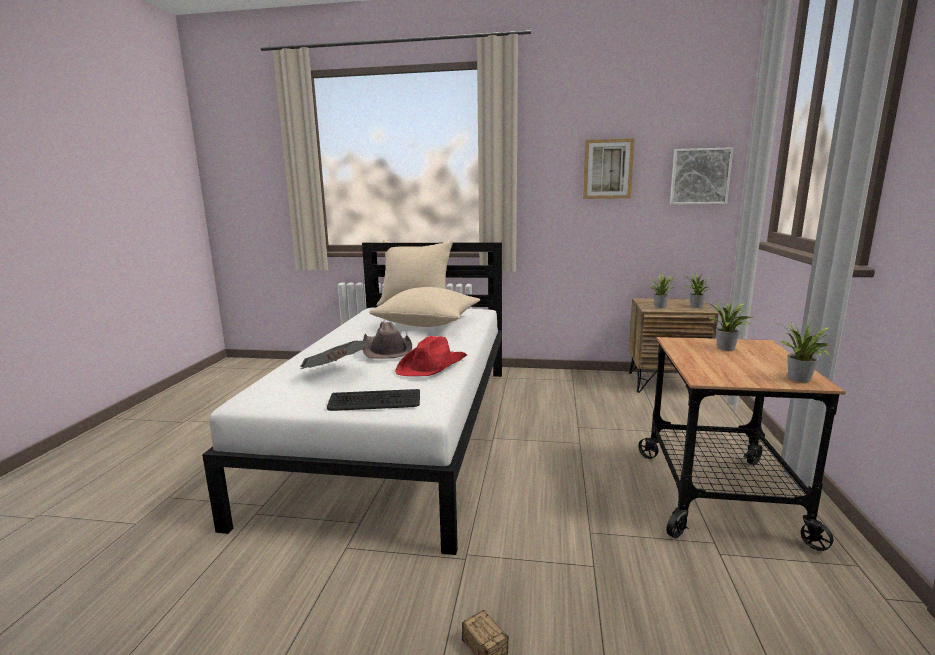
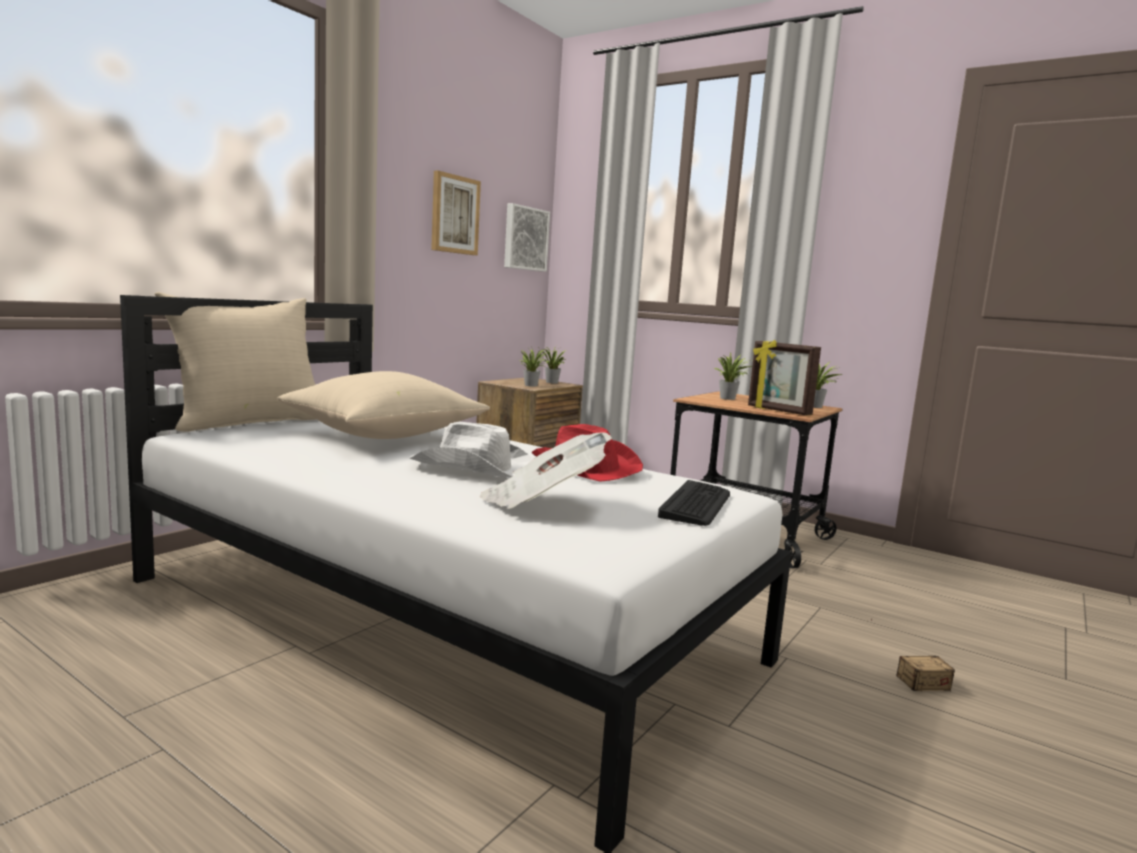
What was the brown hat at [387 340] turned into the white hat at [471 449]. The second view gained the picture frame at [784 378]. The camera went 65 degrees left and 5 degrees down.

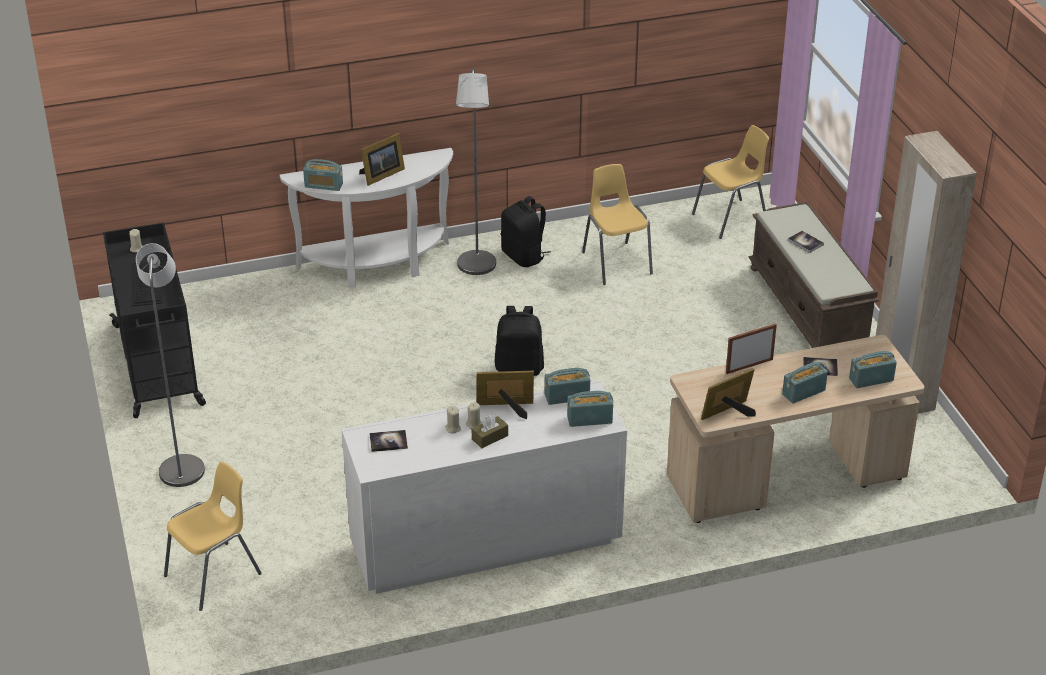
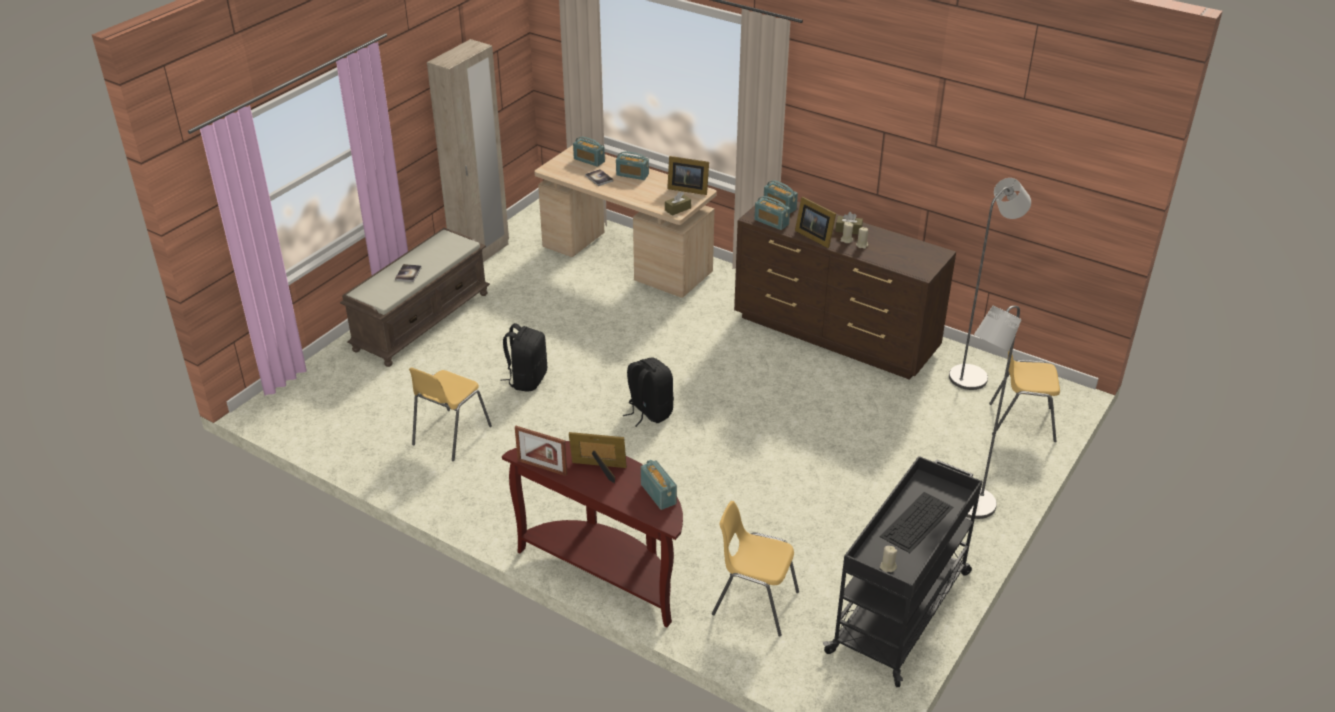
The black backpack ended up elsewhere, having gone from [526 231] to [523 357]. What was the white console table at [366 218] turned into the brown console table at [592 534]. The picture frame ended up elsewhere, having gone from [751 349] to [541 451]. The second view gained the brown tissue box at [678 204]. The yellow chair ended up elsewhere, having gone from [730 182] to [755 569]. What was the white dresser at [484 487] turned into the brown dresser at [845 291]. The grey floor lamp ended up elsewhere, having gone from [476 171] to [990 284]. The second view lost the book at [389 441]. The camera went 130 degrees left and 0 degrees up.

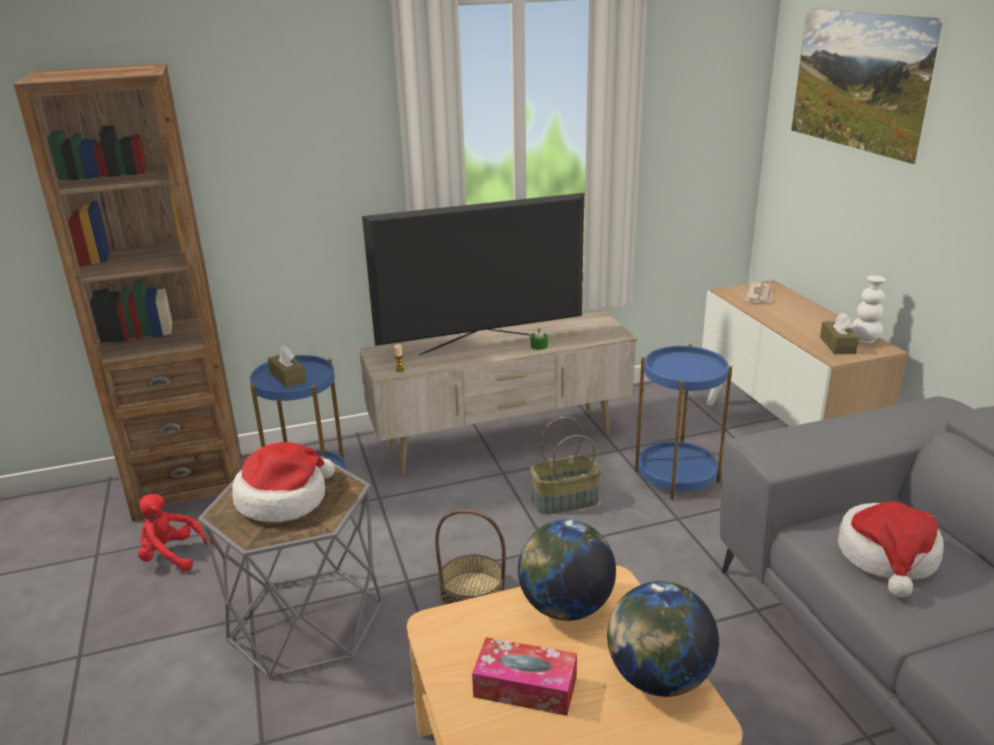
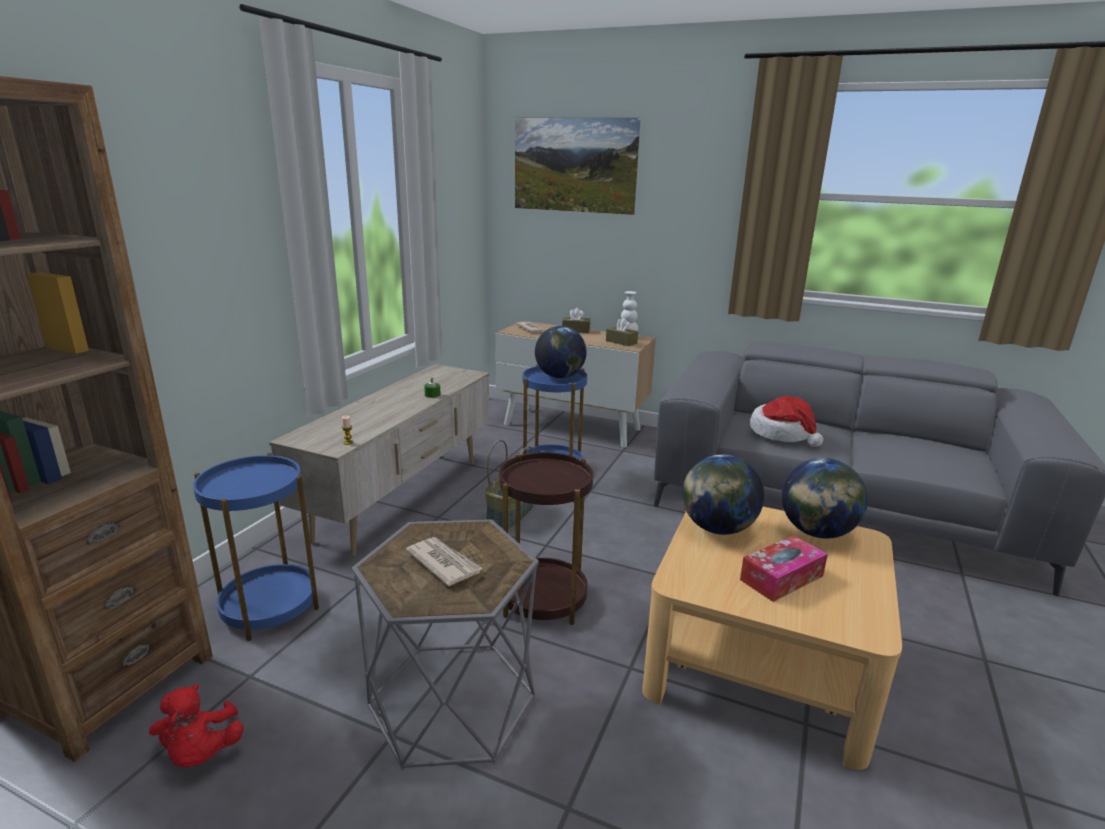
The red plush toy at [175 533] ended up facing another way, 75 degrees counterclockwise from before. Where the hat stood at [283 482], the newspaper came to stand at [444 561]. Where the basket stood at [470 557], the brown side table came to stand at [546 538]. The second view gained the globe at [561 352]. The brown tissue box ended up elsewhere, having gone from [287 366] to [576 320]. The second view lost the television at [473 274]. The camera went 50 degrees left and 5 degrees down.

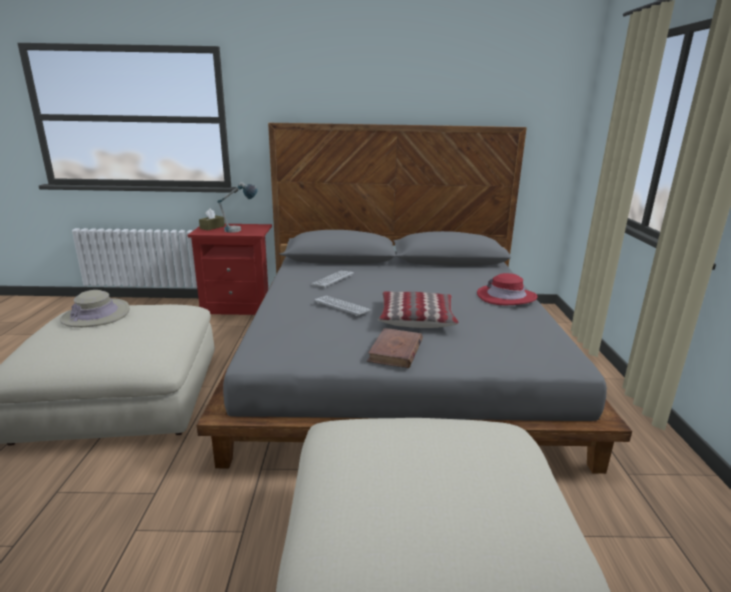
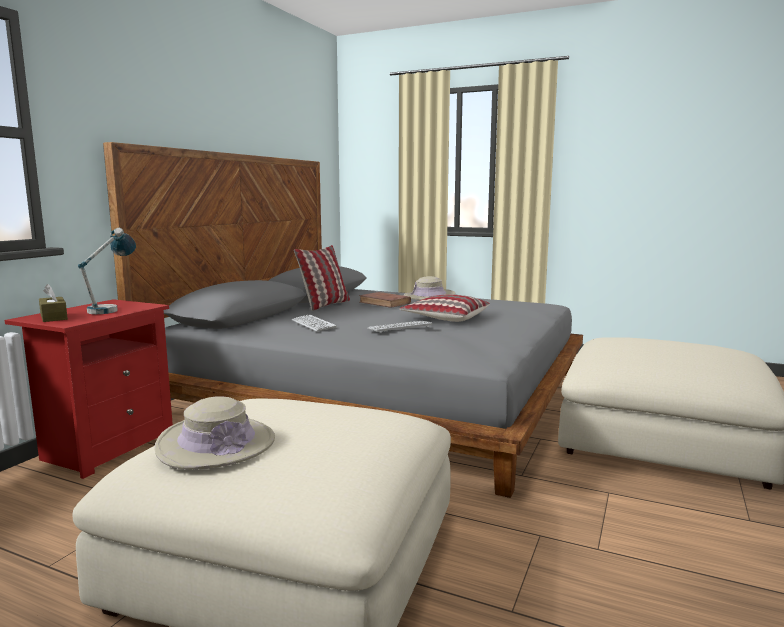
The second view gained the pillow at [322 278]. The brown book ended up elsewhere, having gone from [395 348] to [385 300]. What was the red hat at [507 289] turned into the beige hat at [429 288]. The camera went 65 degrees left and 10 degrees down.

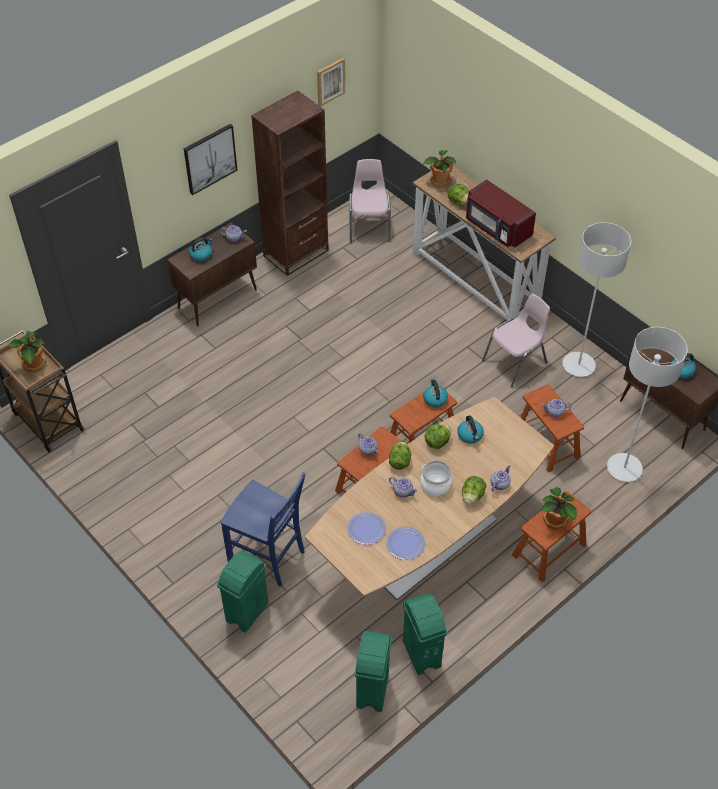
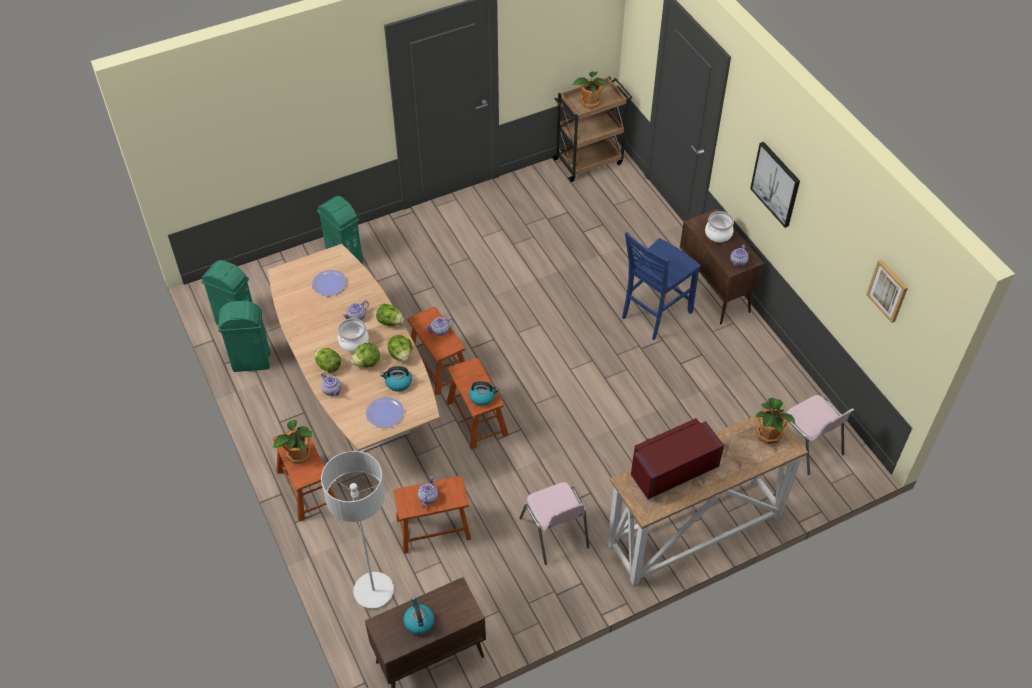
The lettuce ended up elsewhere, having gone from [458 194] to [365 355]. The plate ended up elsewhere, having gone from [405 543] to [385 412]. The blue chair ended up elsewhere, having gone from [263 529] to [661 286]. Where the kettle stood at [200 249], the cooking pot came to stand at [719 226]. The pink chair at [370 201] ended up facing another way, 45 degrees clockwise from before. The second view lost the brown bookcase at [290 183]. The second view lost the grey floor lamp at [597 299]. The camera went 105 degrees right and 0 degrees up.

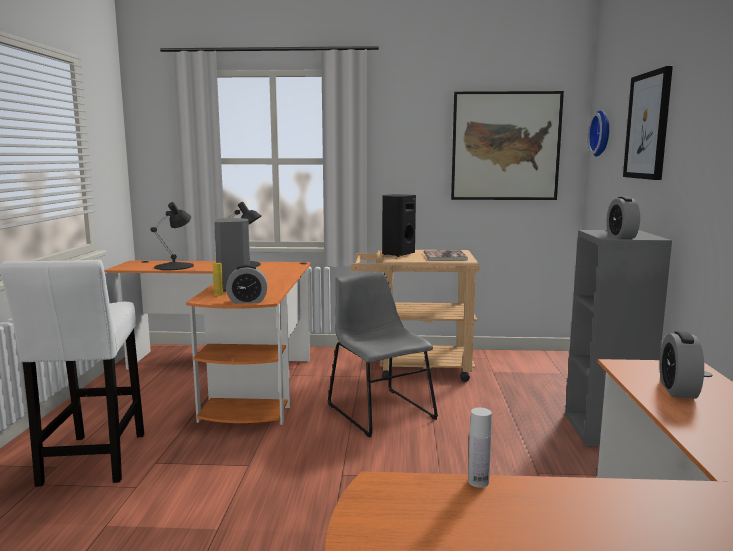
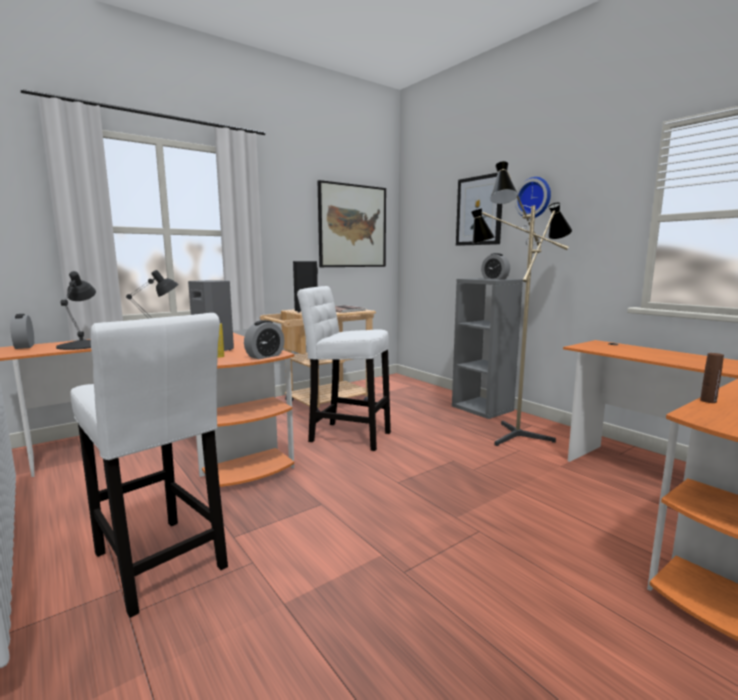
The alarm clock ended up elsewhere, having gone from [682 365] to [22 331]. Where the grey chair stood at [383 355], the white stool came to stand at [344 368]. The second view gained the floor lamp at [521 303]. The wall clock ended up elsewhere, having gone from [598 133] to [533 198]. What was the white bottle at [480 447] turned into the brown bottle at [712 378]. The camera went 40 degrees left and 0 degrees up.

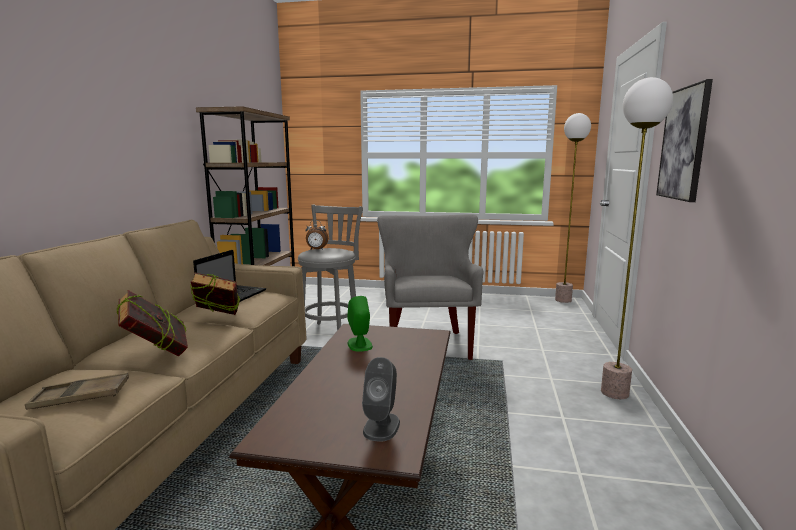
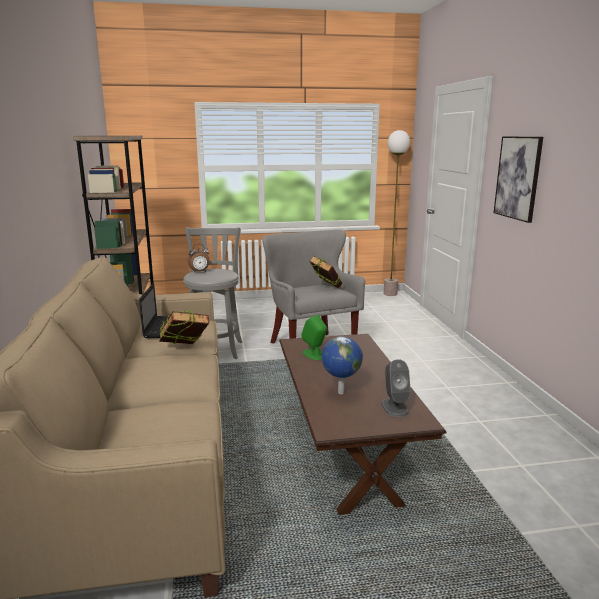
The book ended up elsewhere, having gone from [152 323] to [325 272]. The second view gained the globe at [342 365]. The second view lost the brown tray at [77 391]. The second view lost the floor lamp at [637 238]. The camera went 20 degrees left and 5 degrees up.

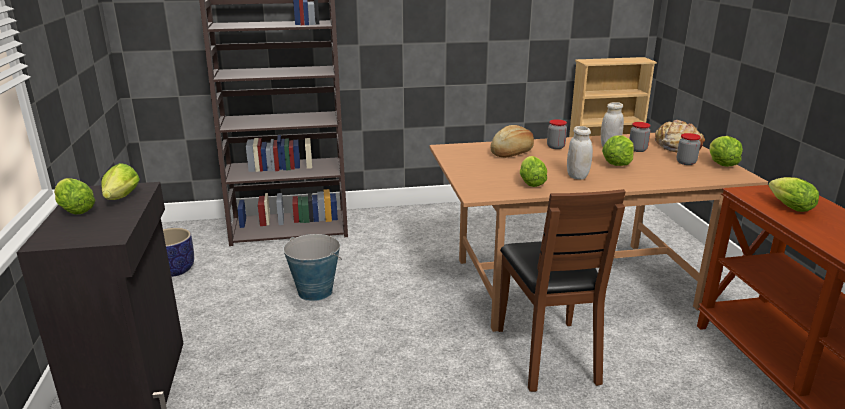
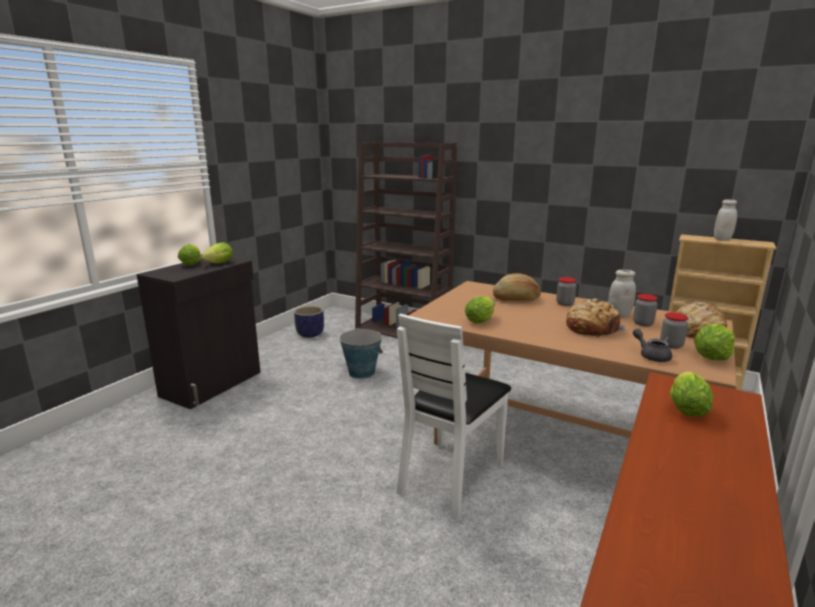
What was the brown chair at [562 290] turned into the white chair at [453 416]. Where the lettuce stood at [618 150], the bread came to stand at [597 317]. The second view gained the grey teapot at [652 345]. The white jar ended up elsewhere, having gone from [580 152] to [725 220]. The camera went 40 degrees right and 5 degrees down.

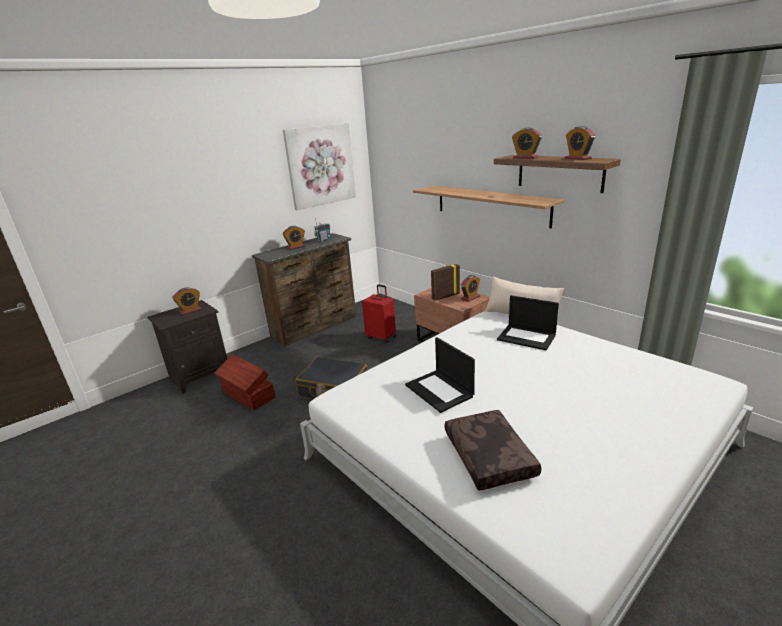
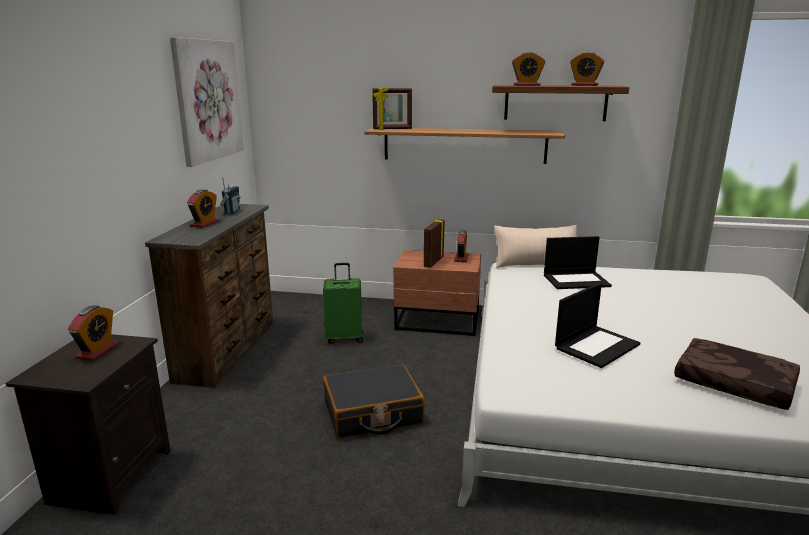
What was the red suitcase at [379 313] turned into the green suitcase at [343 303]. The second view gained the picture frame at [392 108]. The laptop at [440 375] ended up facing another way, 60 degrees counterclockwise from before. The second view lost the brown storage box at [245 382]. The camera went 40 degrees left and 5 degrees down.

